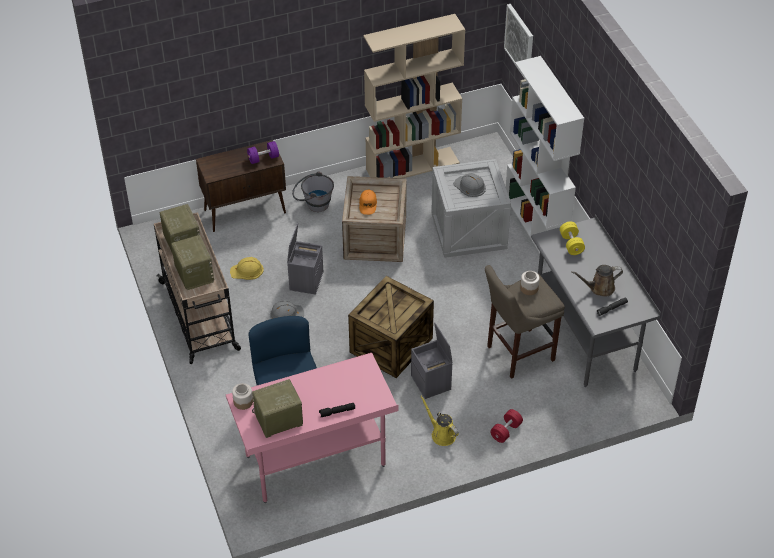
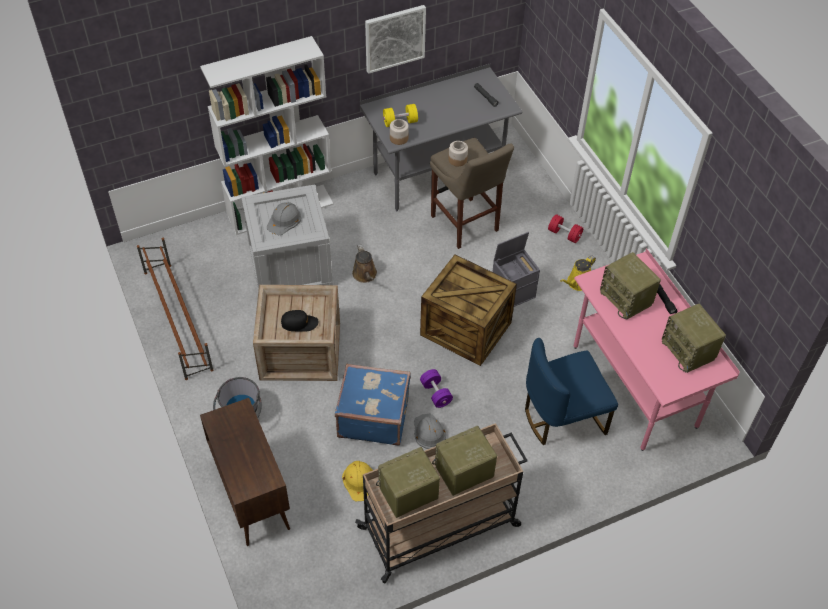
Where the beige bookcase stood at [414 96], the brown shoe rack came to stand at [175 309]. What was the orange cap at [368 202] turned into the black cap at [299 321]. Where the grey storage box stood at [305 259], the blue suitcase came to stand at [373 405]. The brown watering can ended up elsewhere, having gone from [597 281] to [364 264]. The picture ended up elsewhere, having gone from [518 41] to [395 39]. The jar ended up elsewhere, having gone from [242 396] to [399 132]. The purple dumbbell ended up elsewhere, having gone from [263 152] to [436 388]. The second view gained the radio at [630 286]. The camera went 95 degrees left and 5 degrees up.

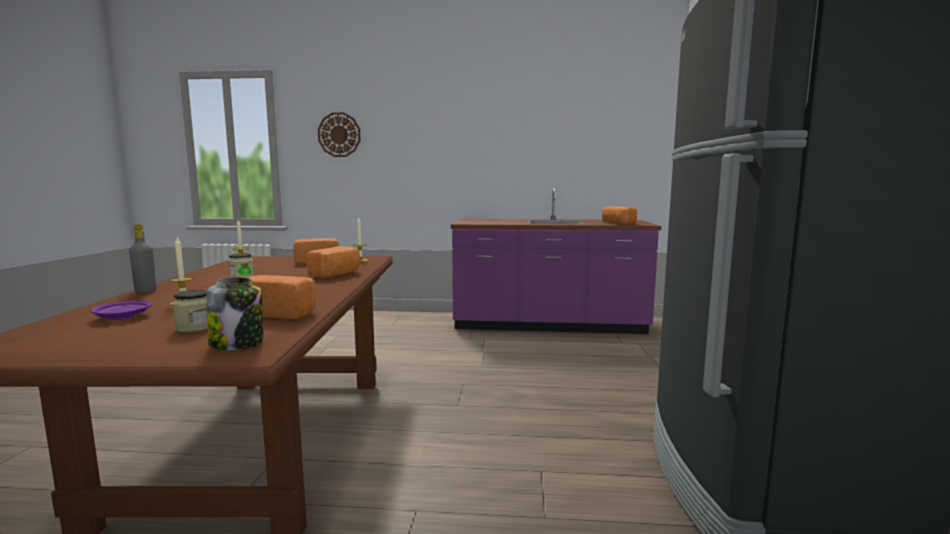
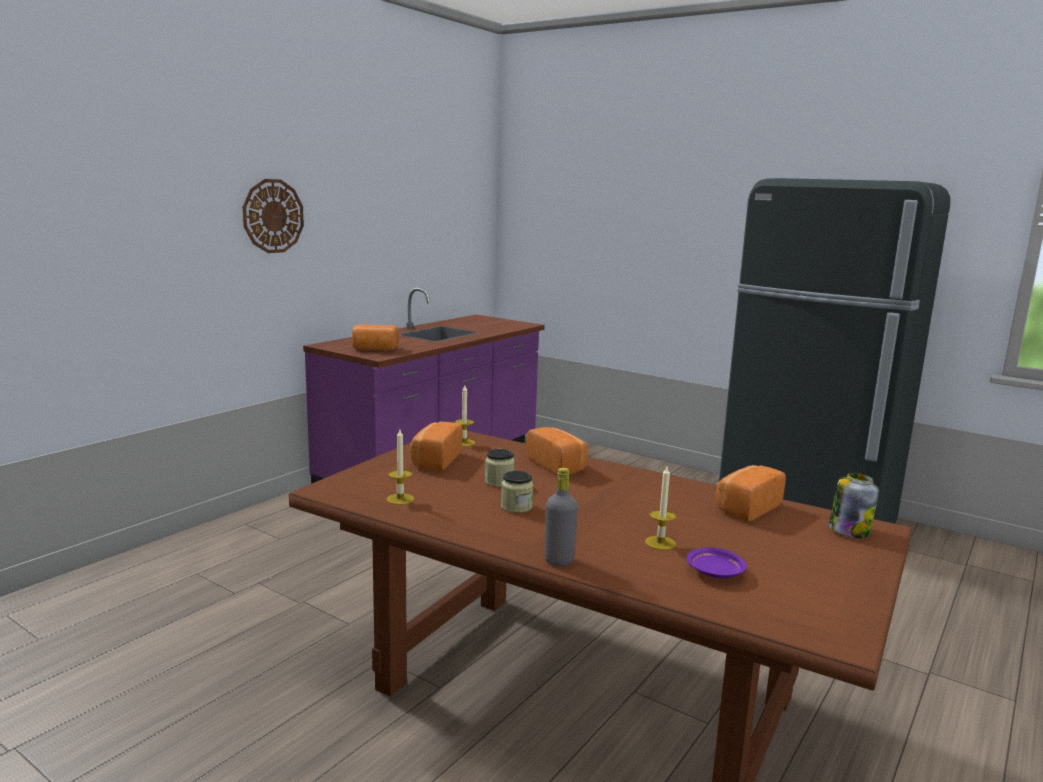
The wall clock ended up elsewhere, having gone from [339 134] to [273 216]. The bread ended up elsewhere, having gone from [619 215] to [375 337]. The jar ended up elsewhere, having gone from [190 311] to [500 468]. The camera went 60 degrees left and 5 degrees up.

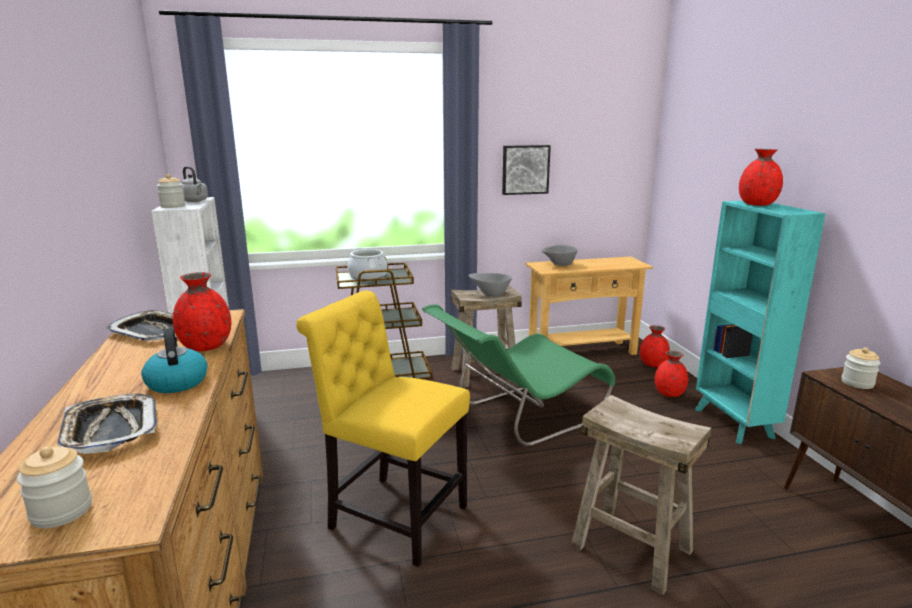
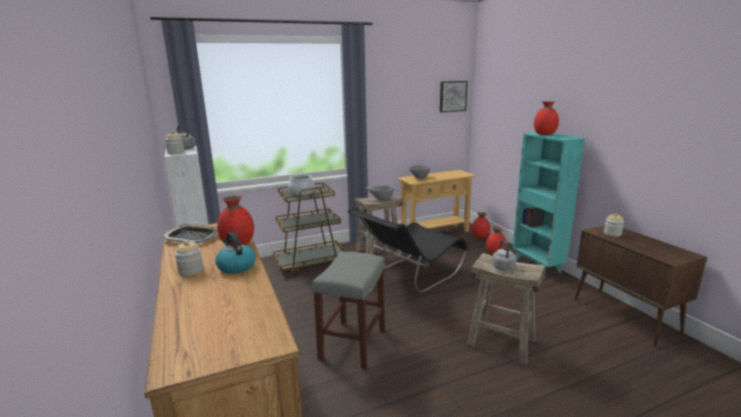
The jar ended up elsewhere, having gone from [54 487] to [189 258]. Where the yellow chair stood at [383 429], the grey stool came to stand at [348 310]. What was the green chair at [518 375] turned into the black chair at [407 250]. The picture ended up elsewhere, having gone from [526 170] to [454 96]. The second view gained the grey kettle at [504 255]. The second view lost the tray at [107 424]. The camera went 10 degrees left and 0 degrees up.

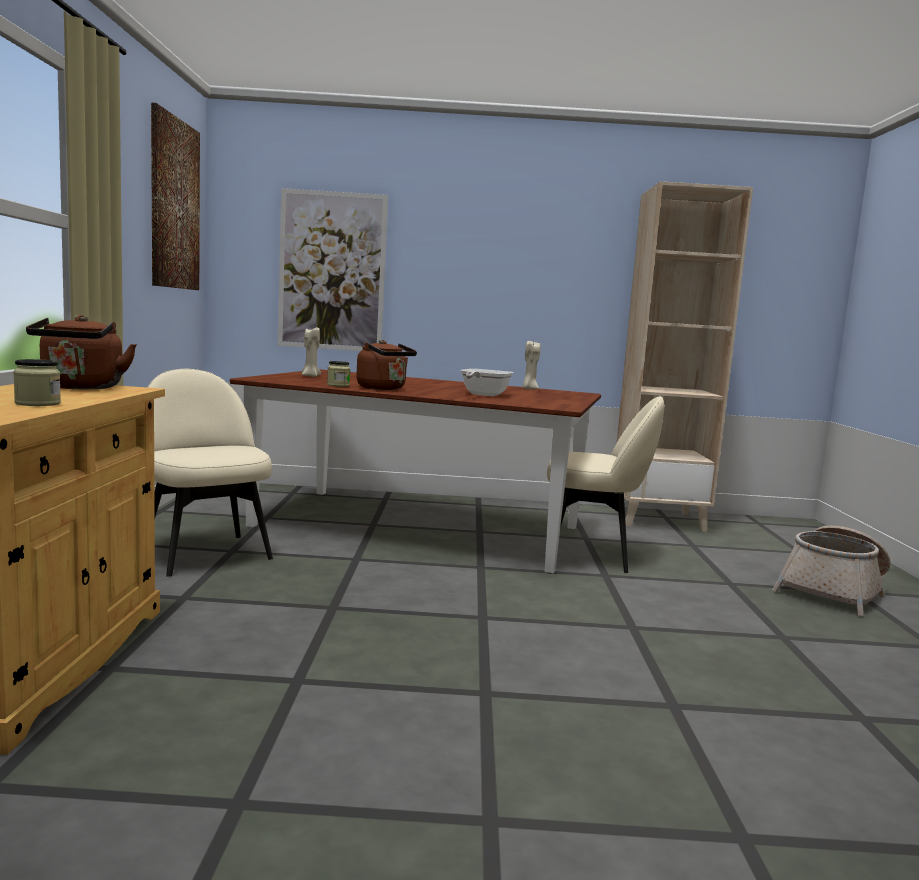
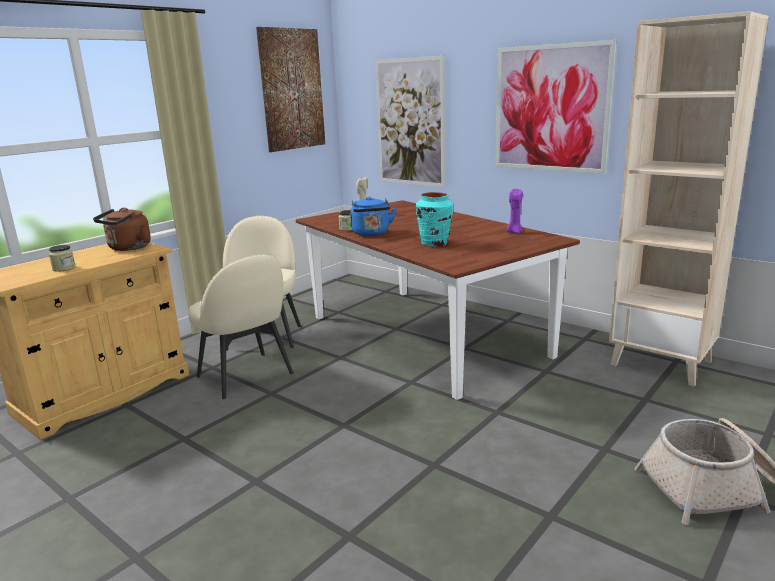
The beige chair ended up elsewhere, having gone from [605 484] to [240 326]. What was the brown kettle at [386 365] turned into the blue kettle at [373 216]. Where the frying pan stood at [487 382], the turquoise vase came to stand at [434 219]. The second view gained the picture at [556 107]. What was the beige candle at [531 365] turned into the purple candle at [515 211]. The camera went 40 degrees right and 10 degrees up.

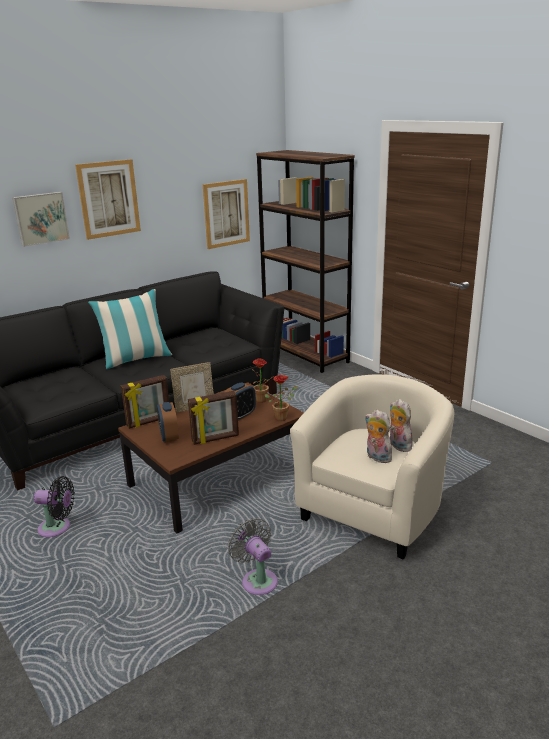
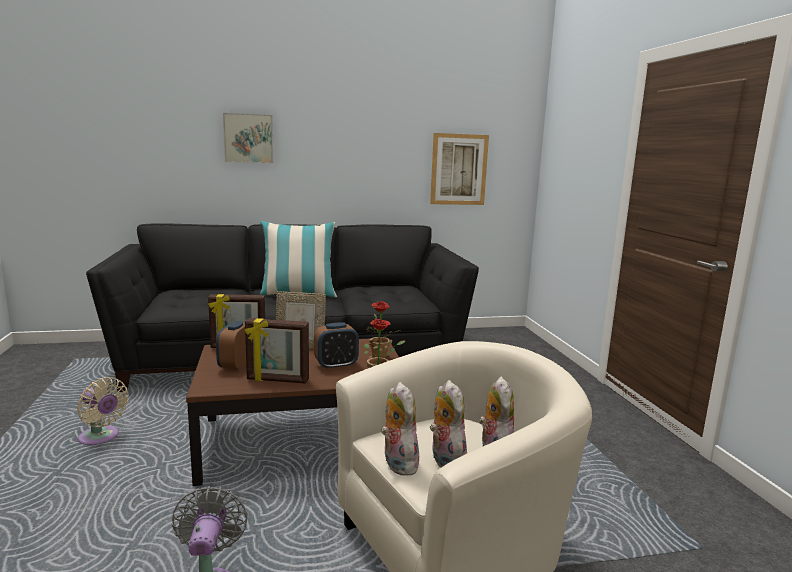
What was the black fan at [54 506] turned into the beige fan at [103 411]. The second view gained the plush toy at [400 429]. The second view lost the picture at [108 199]. The second view lost the brown bookcase at [305 261]. The camera went 25 degrees right and 10 degrees down.

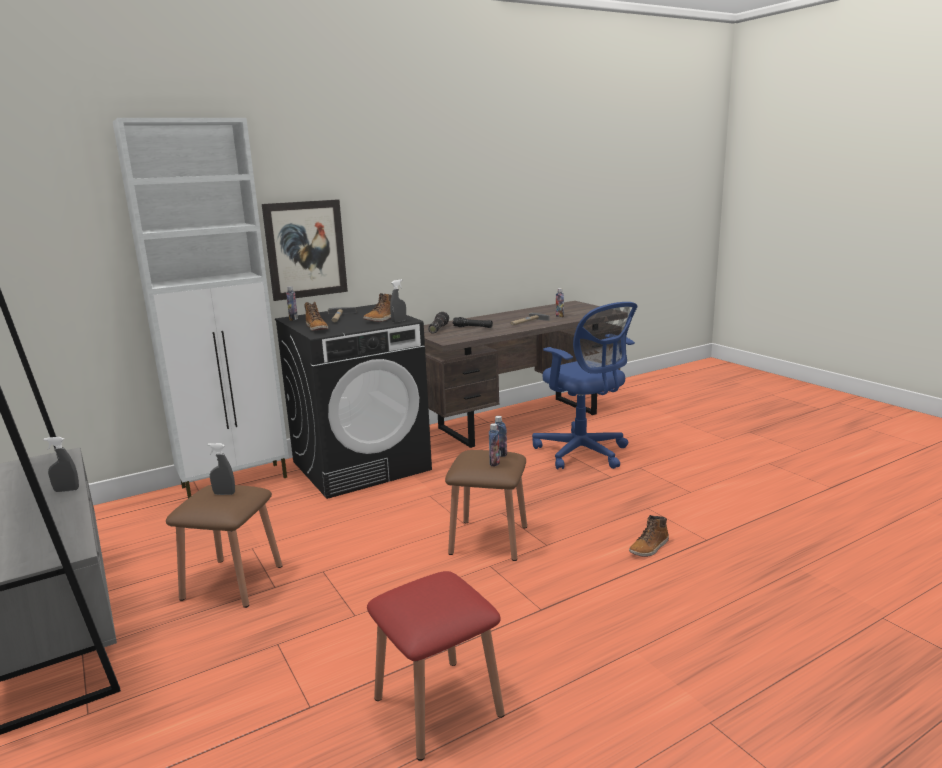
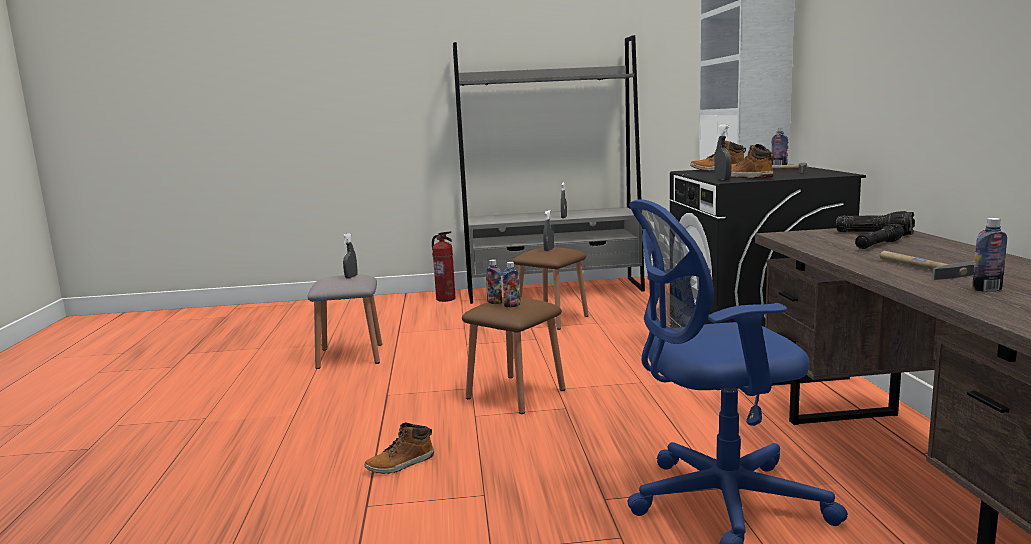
What was the red stool at [436 666] turned into the grey stool at [345 322]. The second view gained the grey spray bottle at [350 256]. The boot at [649 536] ended up facing another way, 105 degrees counterclockwise from before. The second view gained the fire extinguisher at [444 266]. The second view lost the picture at [305 250]. The camera went 115 degrees right and 5 degrees down.

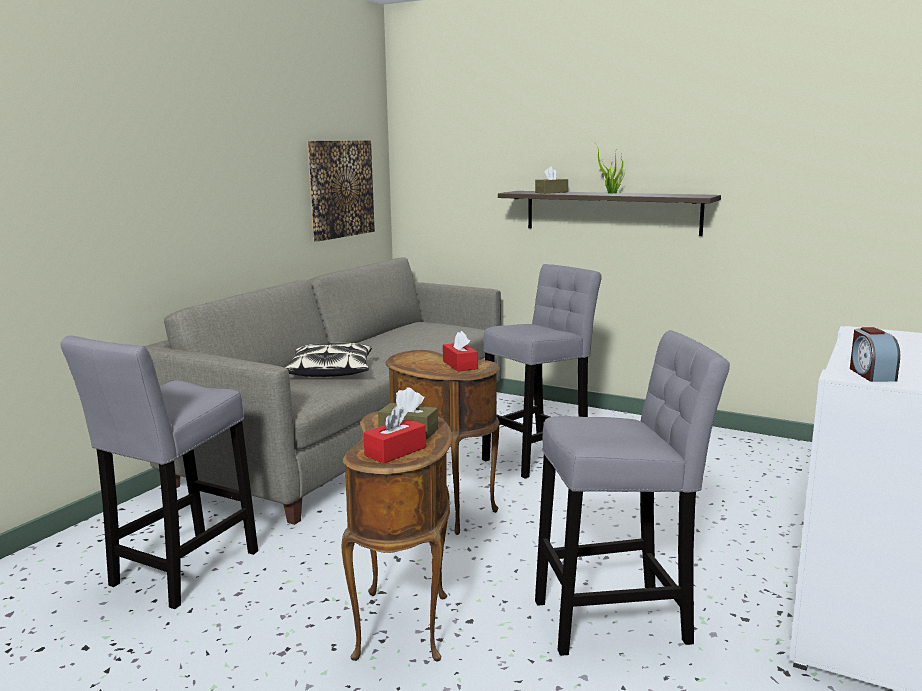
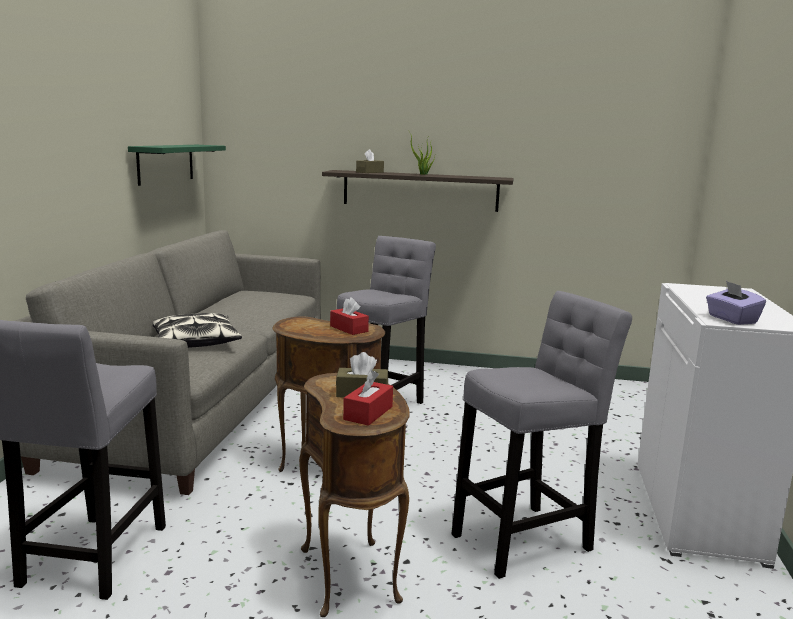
Where the picture hung at [341 191], the green shelf came to hang at [177 165]. Where the alarm clock stood at [875 354], the purple tissue box came to stand at [736 303]. The camera went 20 degrees left and 0 degrees up.

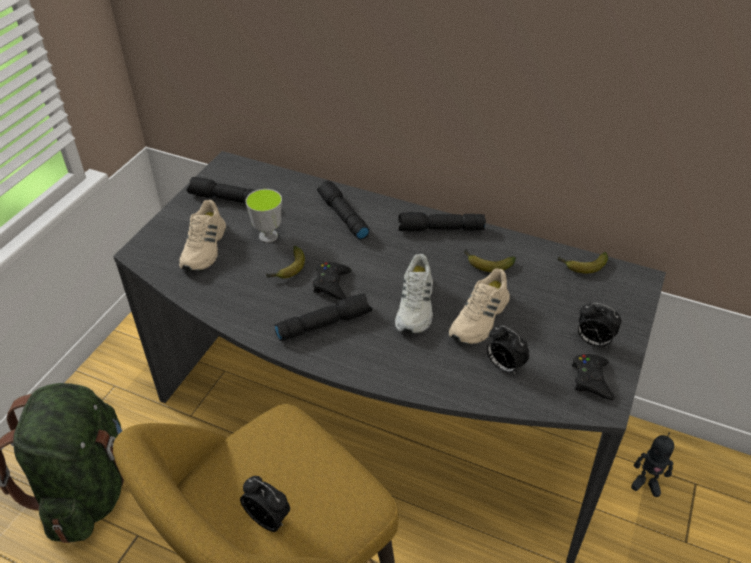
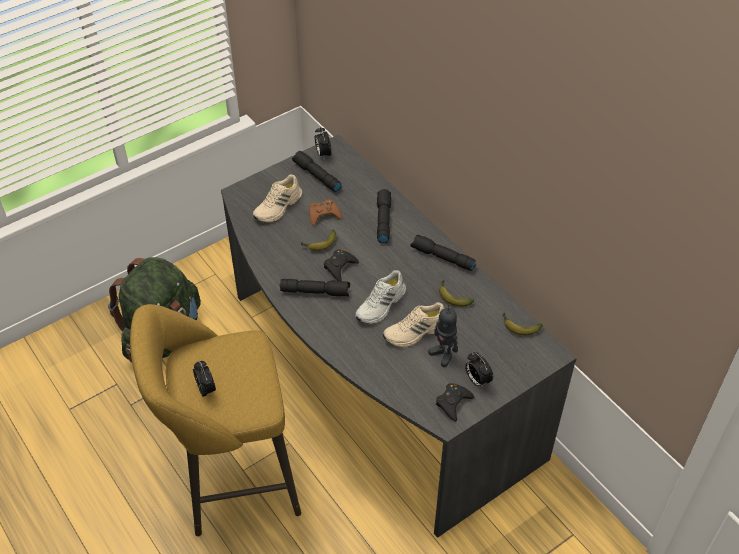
Where the cup stood at [263 216], the brown game controller came to stand at [325 213]. The alarm clock ended up elsewhere, having gone from [508 350] to [323 143]. The toy robot ended up elsewhere, having gone from [652 465] to [443 336]. The camera went 30 degrees right and 5 degrees up.

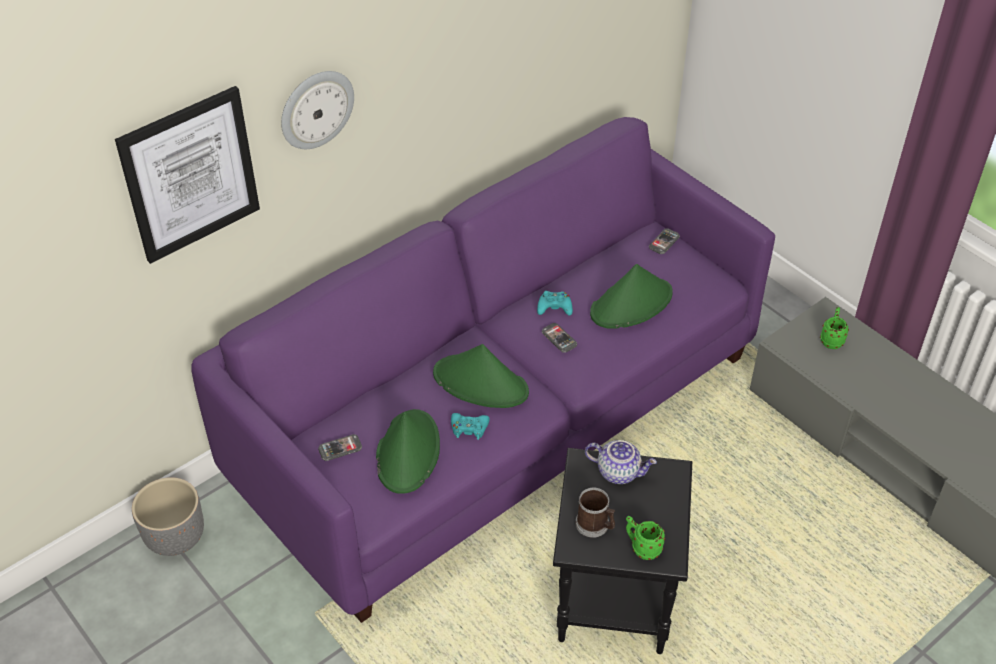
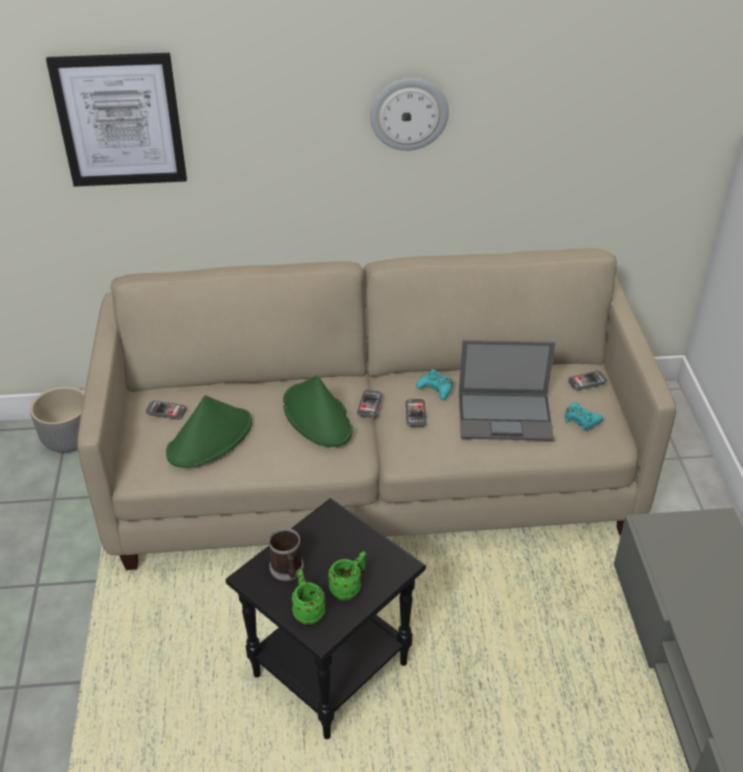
What was the purple sofa at [483 370] turned into the beige sofa at [376 409]. The green mug ended up elsewhere, having gone from [834 328] to [347 575]. The second view gained the phone at [369 404]. The wall clock ended up elsewhere, having gone from [317 110] to [409 114]. Where the green hat stood at [631 296], the laptop came to stand at [507 390]. The turquoise game controller ended up elsewhere, having gone from [470 426] to [584 416]. The second view lost the teapot at [621 462]. The camera went 35 degrees right and 5 degrees down.

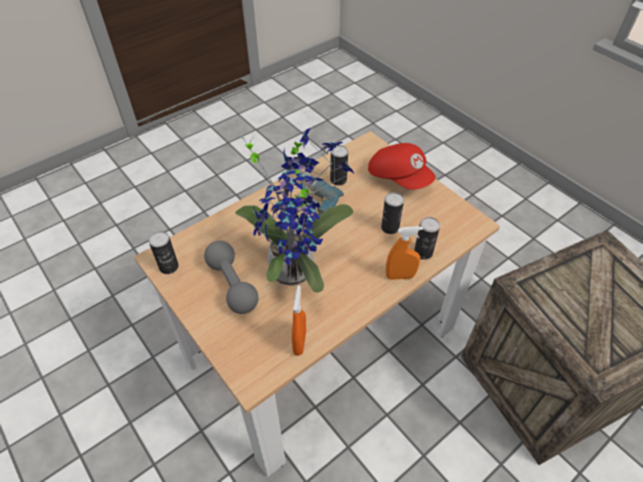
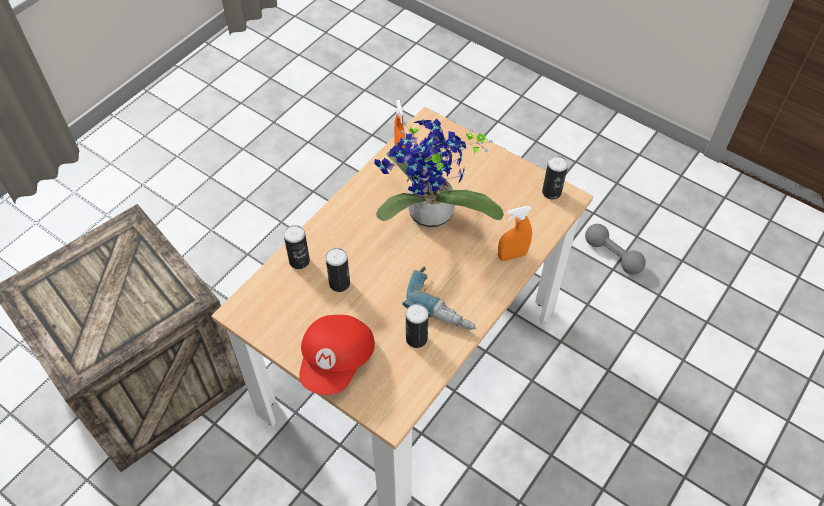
The red cap at [402 166] ended up facing another way, 105 degrees counterclockwise from before. The orange spray bottle ended up elsewhere, having gone from [404 253] to [515 233]. The grey dumbbell ended up elsewhere, having gone from [231 277] to [615 249]. The camera went 165 degrees right and 5 degrees up.

